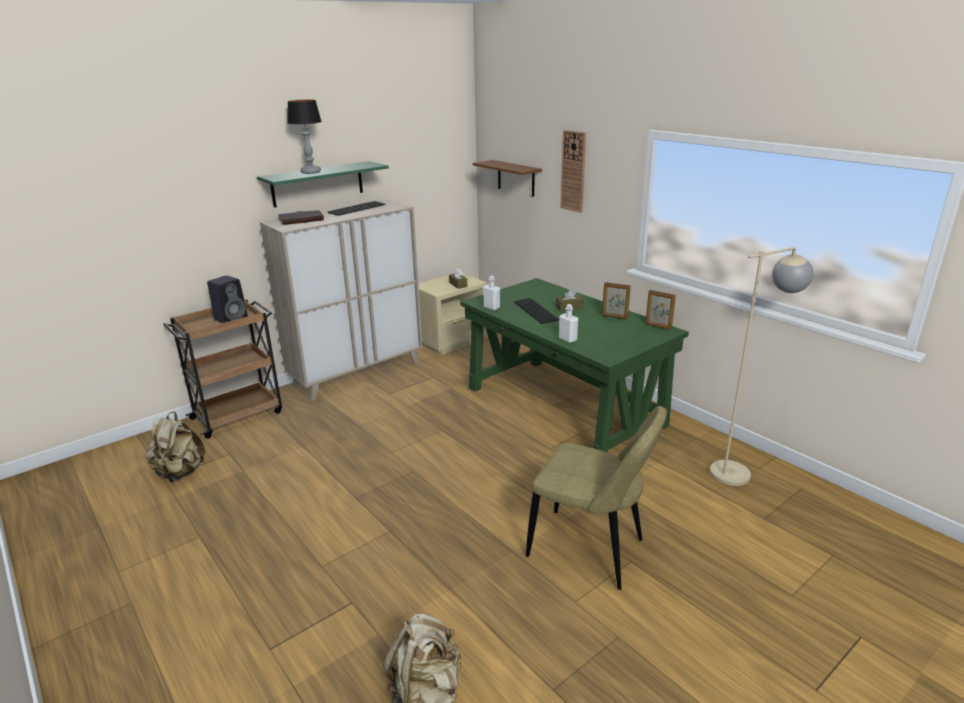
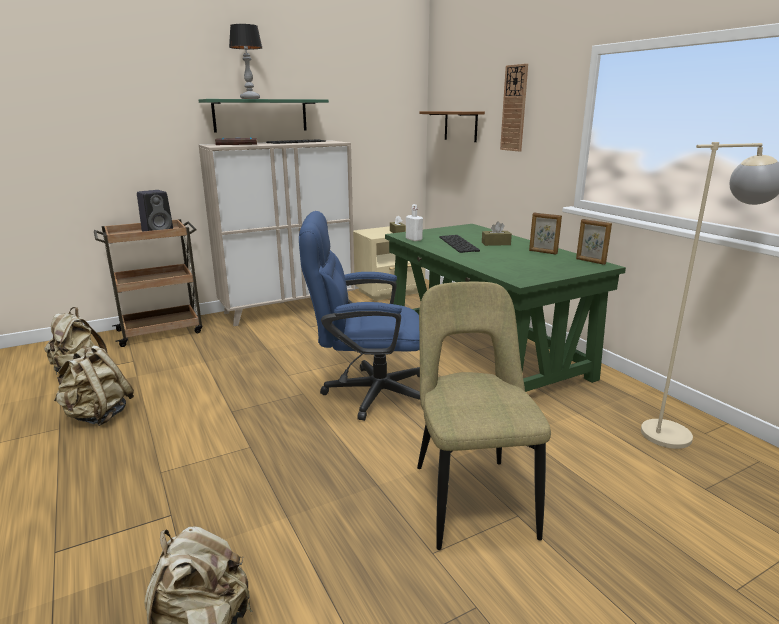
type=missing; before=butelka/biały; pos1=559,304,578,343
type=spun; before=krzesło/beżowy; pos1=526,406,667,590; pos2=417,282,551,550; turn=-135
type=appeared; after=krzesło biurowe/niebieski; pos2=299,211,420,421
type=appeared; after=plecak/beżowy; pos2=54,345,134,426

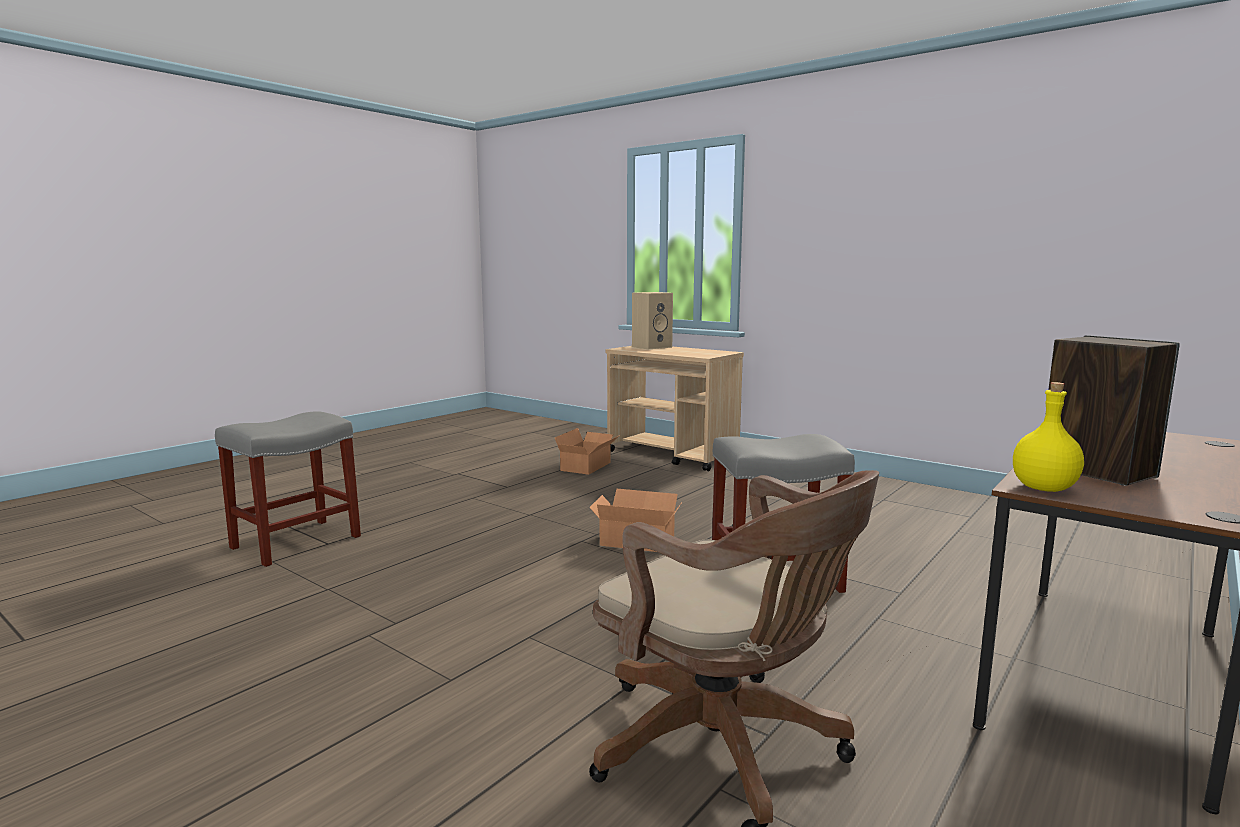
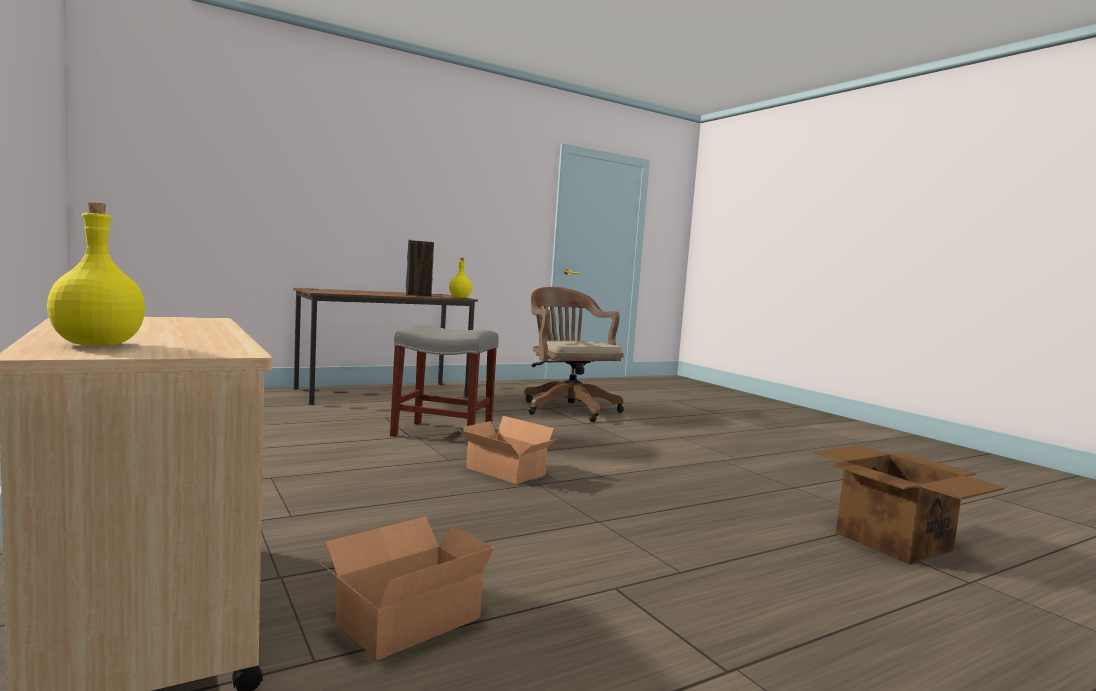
type=exchanged; before=głośnik/beżowy; after=butelka/żółty; pos1=632,292,673,349; pos2=47,202,145,346
type=exchanged; before=stołek/szary; after=karton; pos1=215,411,361,567; pos2=814,446,1005,564

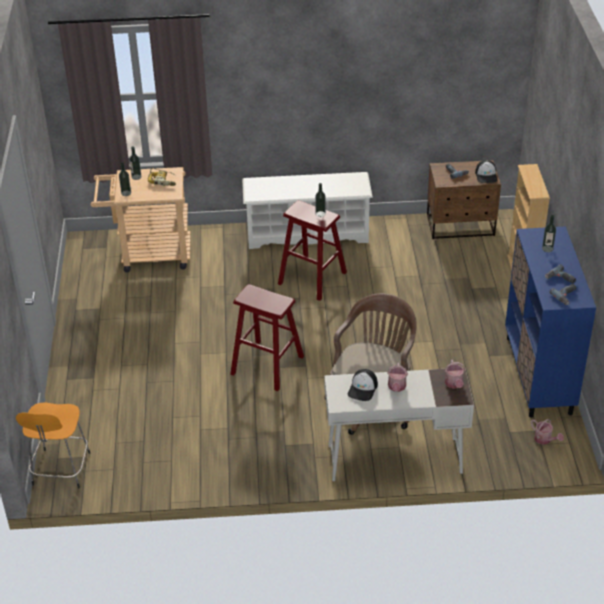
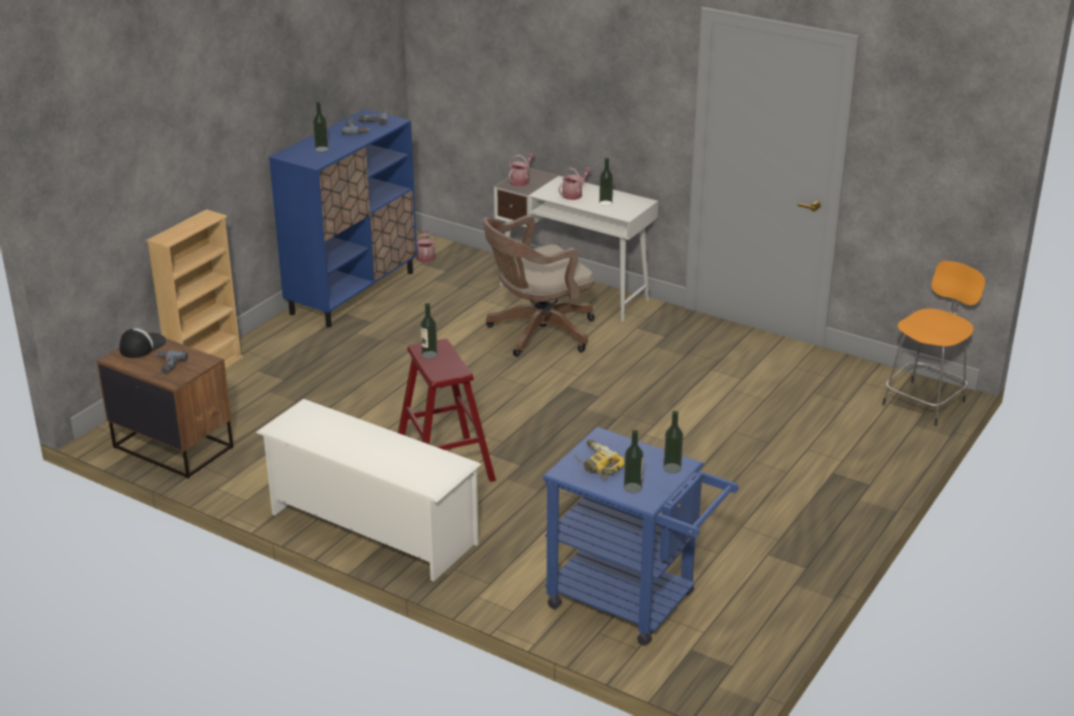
type=colour; before=wózek/beżowy; after=wózek/niebieski; pos1=91,167,190,272; pos2=543,427,739,645
type=missing; before=stołek/czerwony; pos1=230,284,304,391
type=exchanged; before=czapka z daszkiem; after=butelka; pos1=348,369,378,401; pos2=599,158,613,206

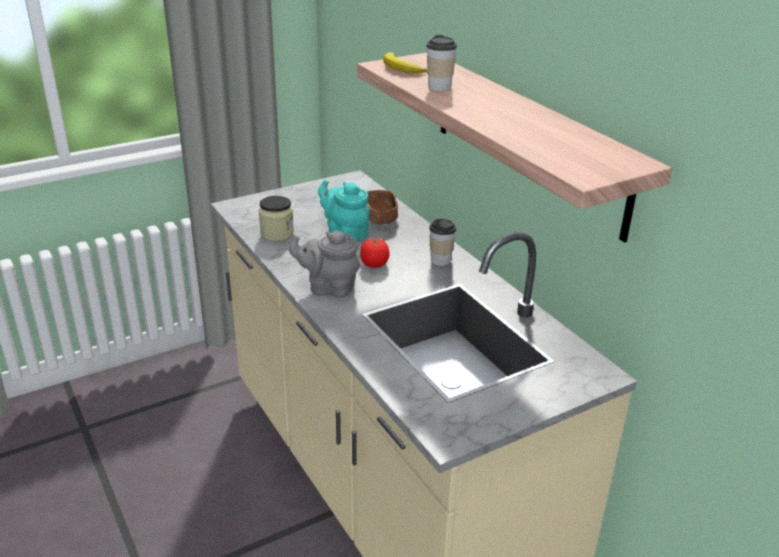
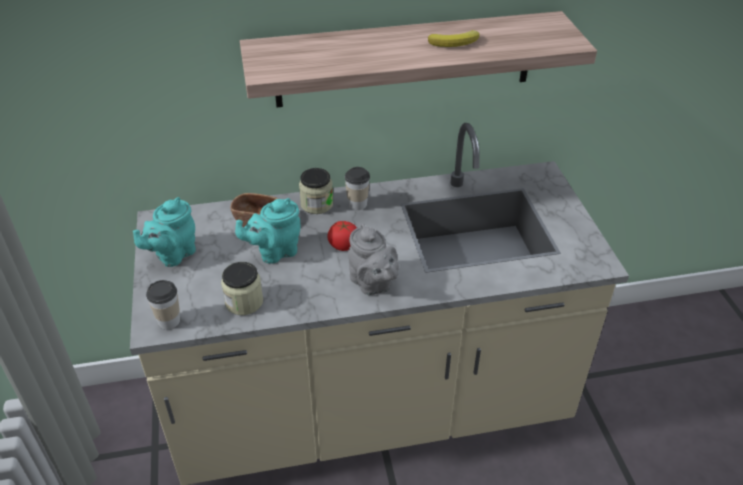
type=relocated; before=filiżanka; pos1=426,35,457,91; pos2=146,280,180,330
type=relocated; before=banan; pos1=383,52,427,74; pos2=428,30,480,47
type=spun; before=imbryk/szary; pos1=289,231,360,298; pos2=348,223,399,295; turn=-60
type=appeared; after=słoik; pos2=299,168,333,214
type=appeared; after=imbryk/turkusowy; pos2=133,197,196,267

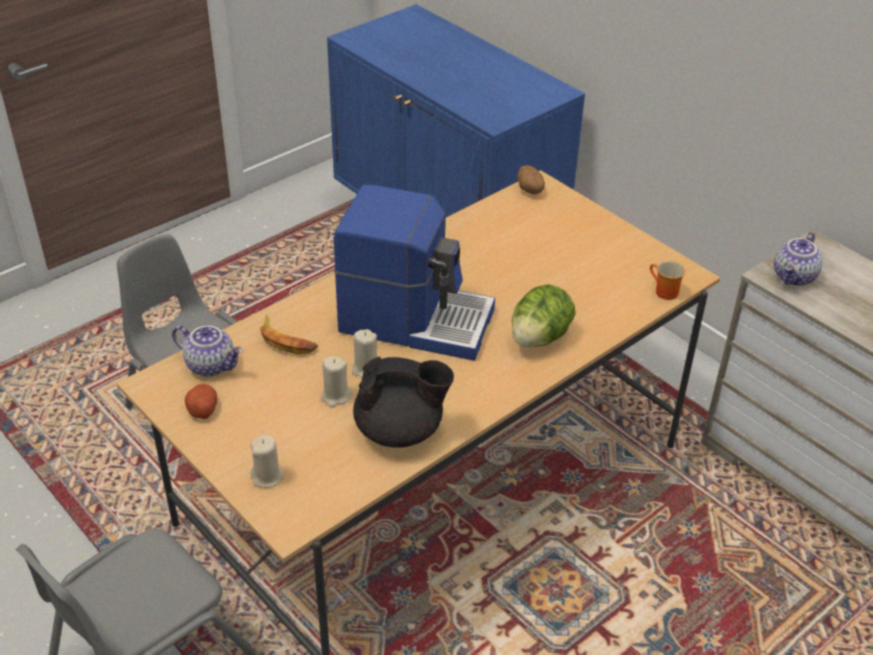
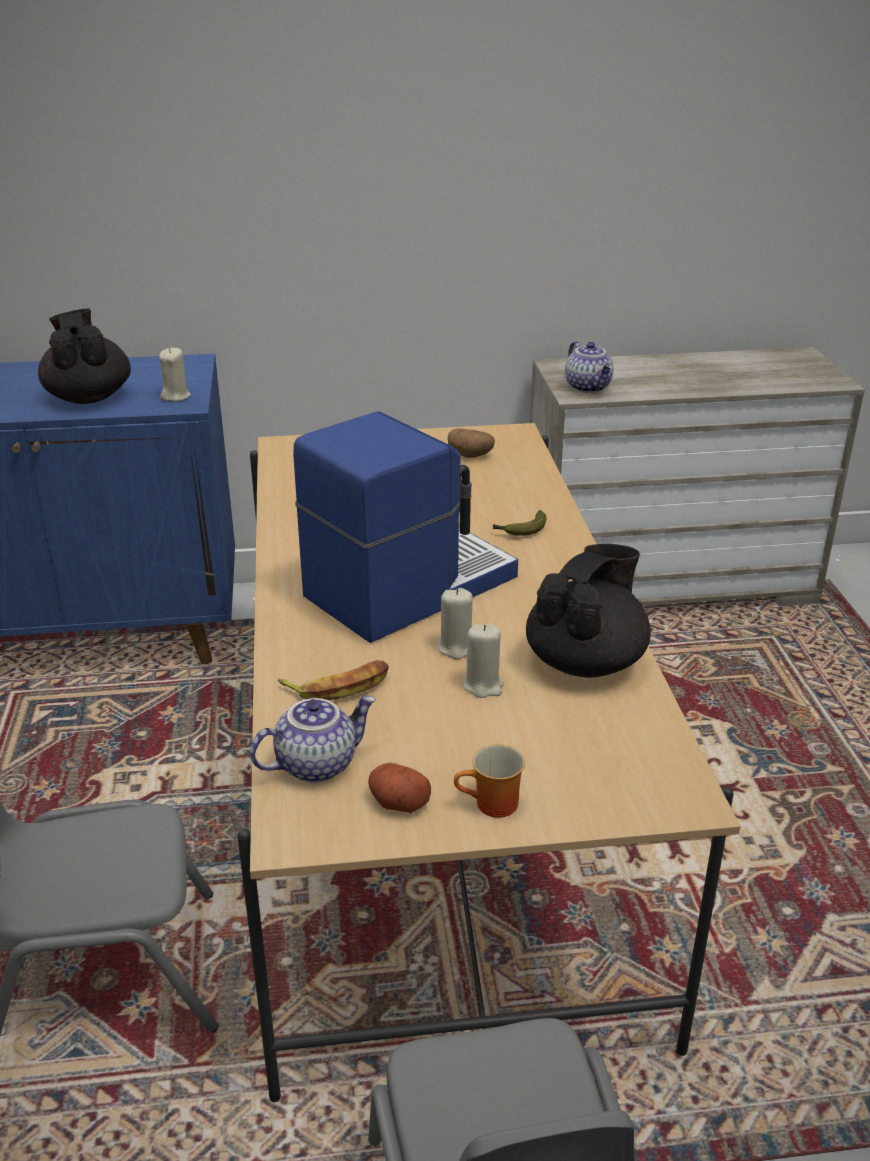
type=relocated; before=ziemniak; pos1=518,165,545,194; pos2=448,428,495,458
type=relocated; before=kubek; pos1=650,261,686,300; pos2=454,744,525,818
type=exchanged; before=sałata; after=banan; pos1=512,284,575,348; pos2=492,510,546,536
type=relocated; before=świeca/beżowy; pos1=251,435,284,488; pos2=159,348,191,402
type=appeared; after=imbryk/czarny; pos2=38,309,131,404

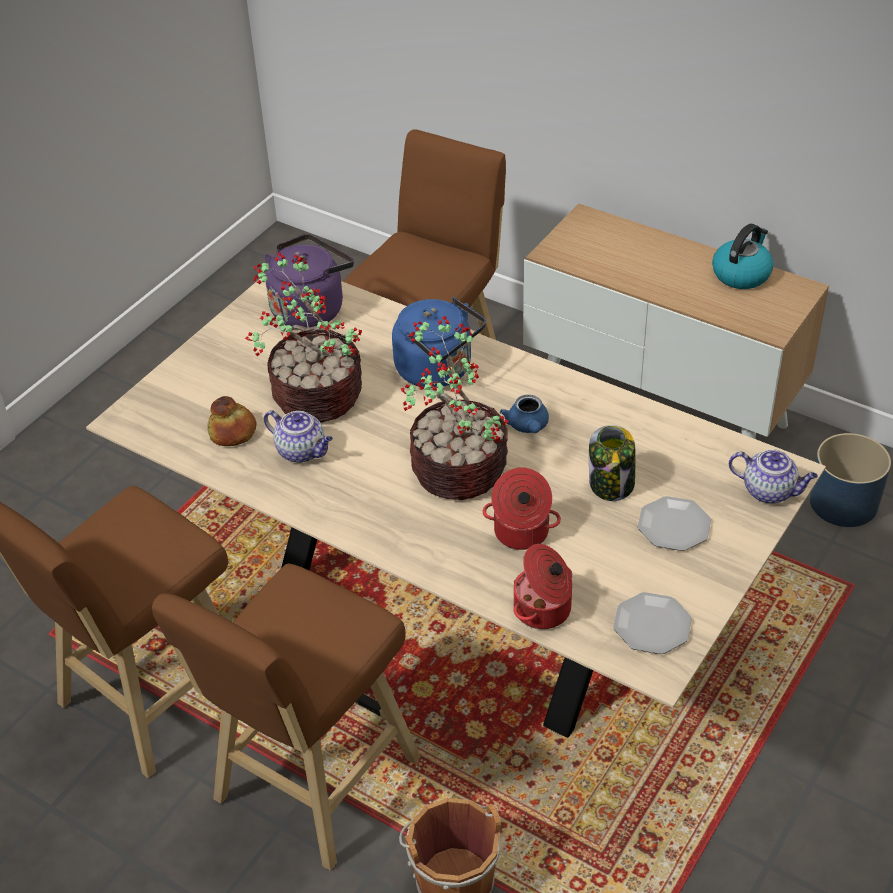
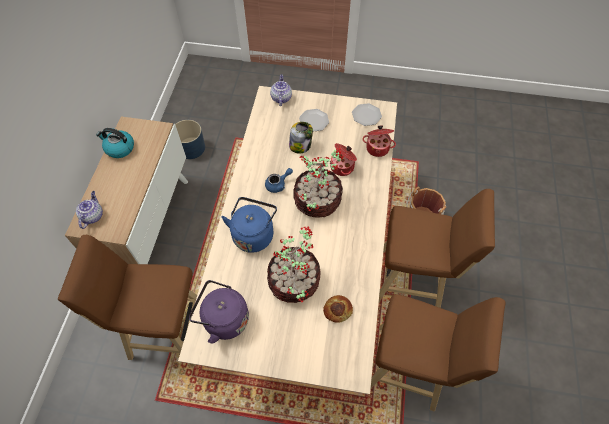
type=relocated; before=imbryk; pos1=264,410,333,463; pos2=76,191,103,229

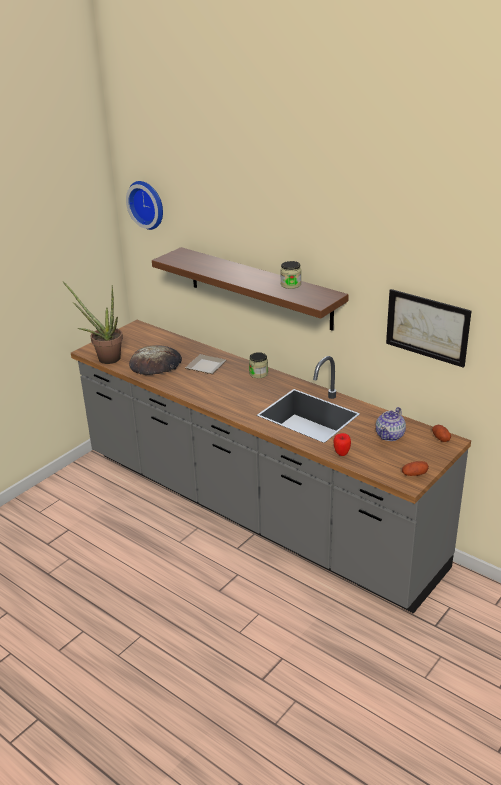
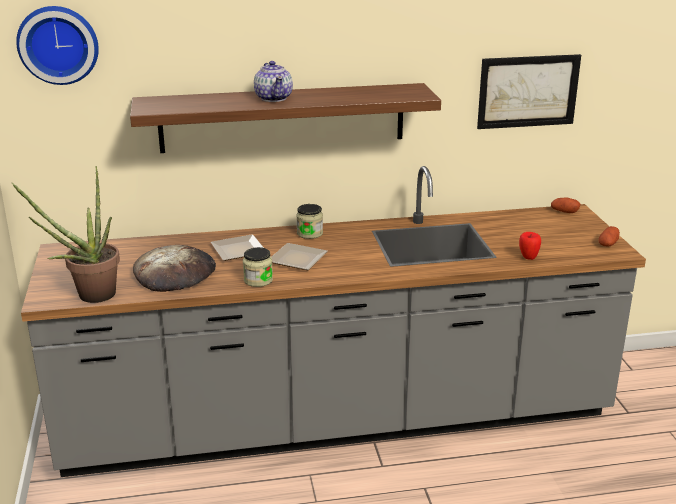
type=relocated; before=słoik; pos1=280,261,301,289; pos2=243,247,273,287
type=relocated; before=imbryk; pos1=376,407,406,441; pos2=254,61,293,102
type=appeared; after=talerz; pos2=271,243,328,270

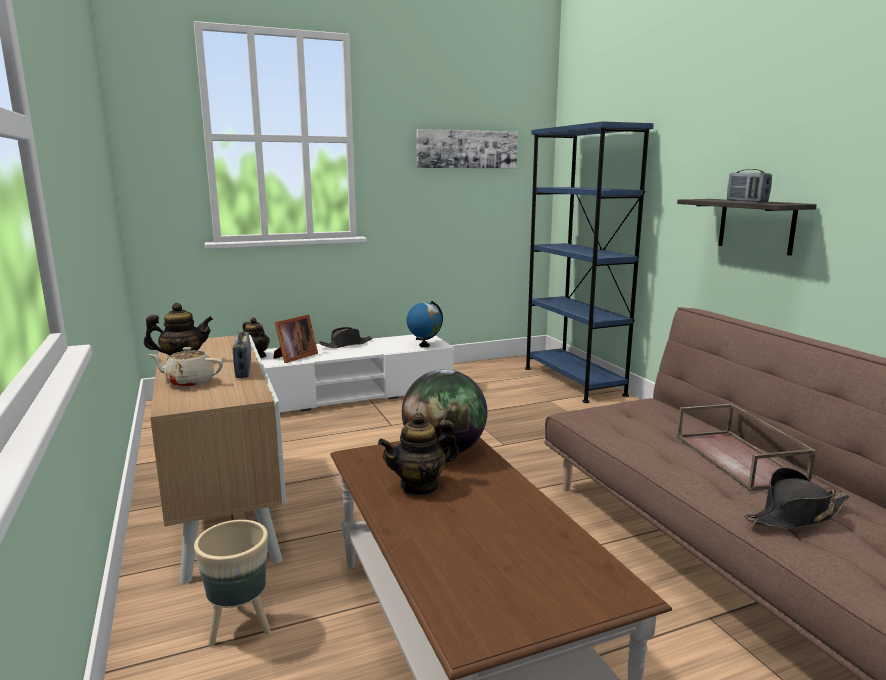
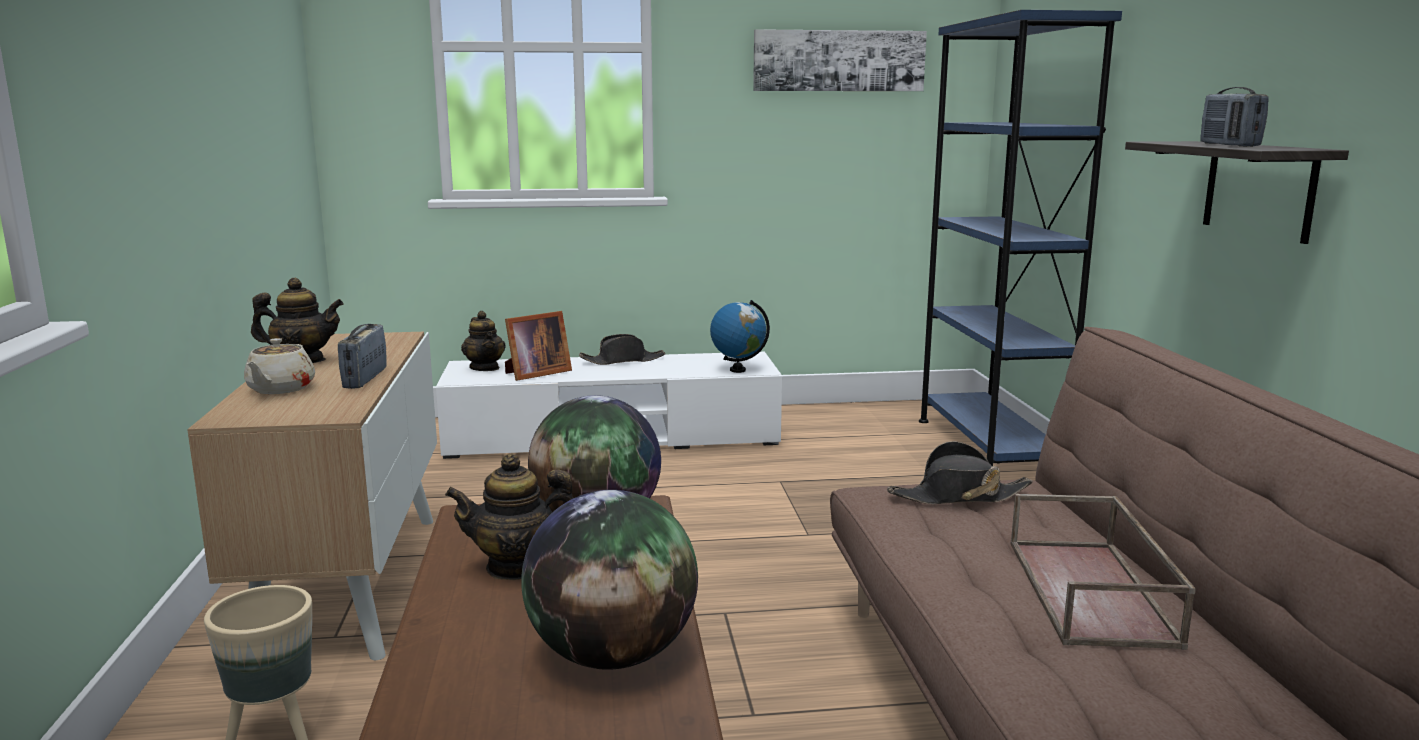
type=spun; before=imbryk/beżowy; pos1=149,347,223,387; pos2=244,338,315,394; turn=-105
type=relocated; before=kapelusz/czarny; pos1=744,467,850,529; pos2=887,441,1033,504
type=appeared; after=globus; pos2=521,490,698,670

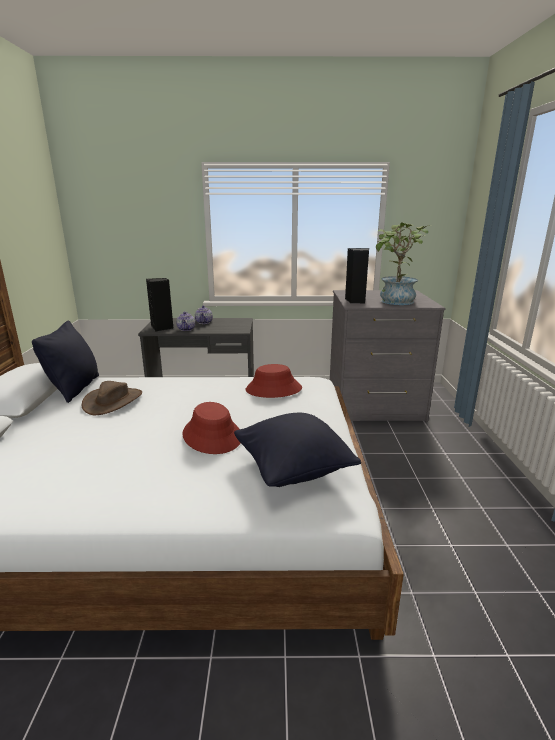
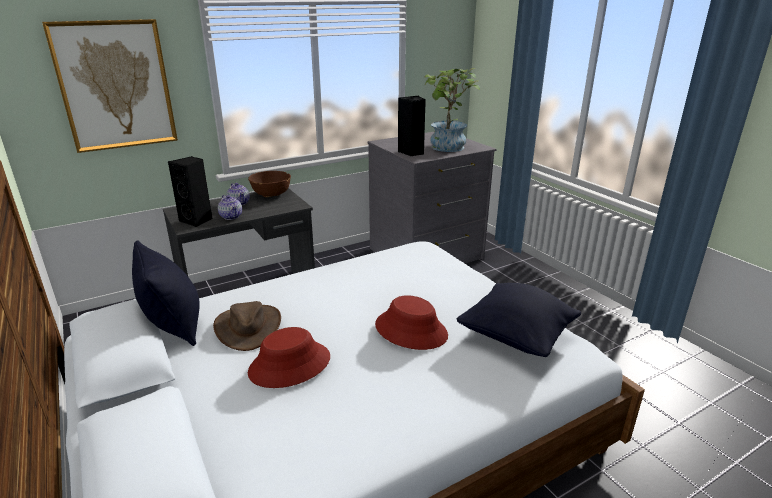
type=relocated; before=kapelusz/czerwony; pos1=246,364,302,398; pos2=248,327,330,388
type=appeared; after=obraz; pos2=42,19,178,153
type=appeared; after=miska/brązowy; pos2=248,171,291,197

